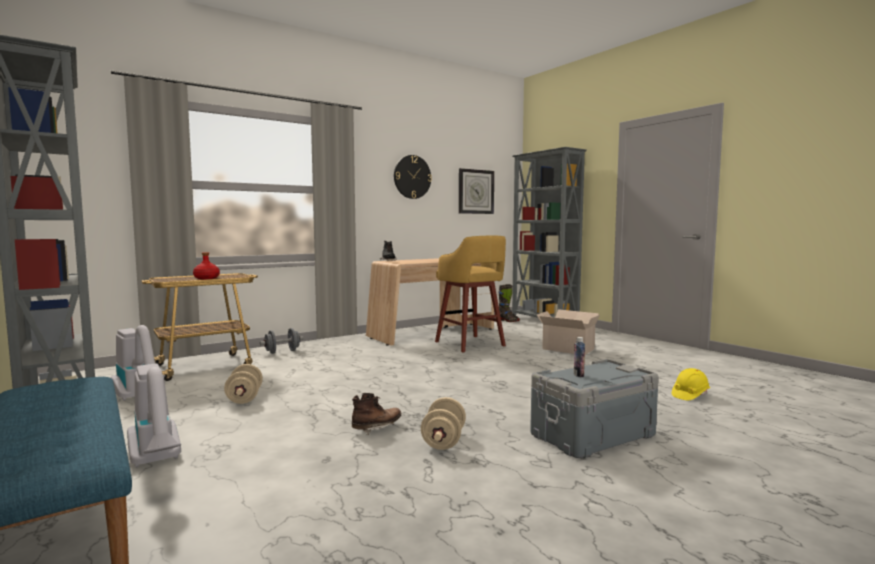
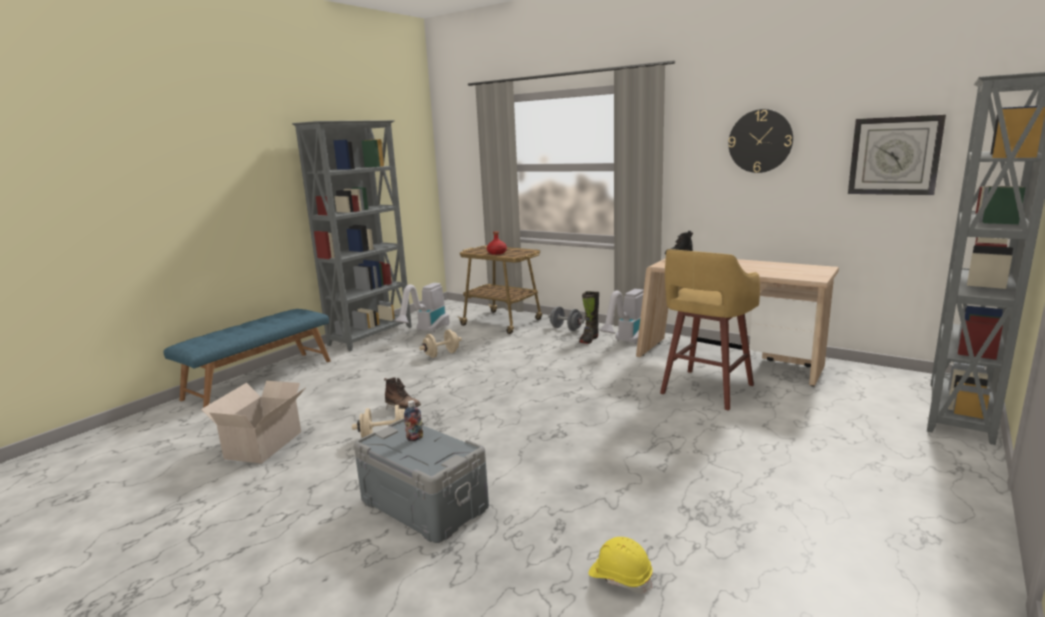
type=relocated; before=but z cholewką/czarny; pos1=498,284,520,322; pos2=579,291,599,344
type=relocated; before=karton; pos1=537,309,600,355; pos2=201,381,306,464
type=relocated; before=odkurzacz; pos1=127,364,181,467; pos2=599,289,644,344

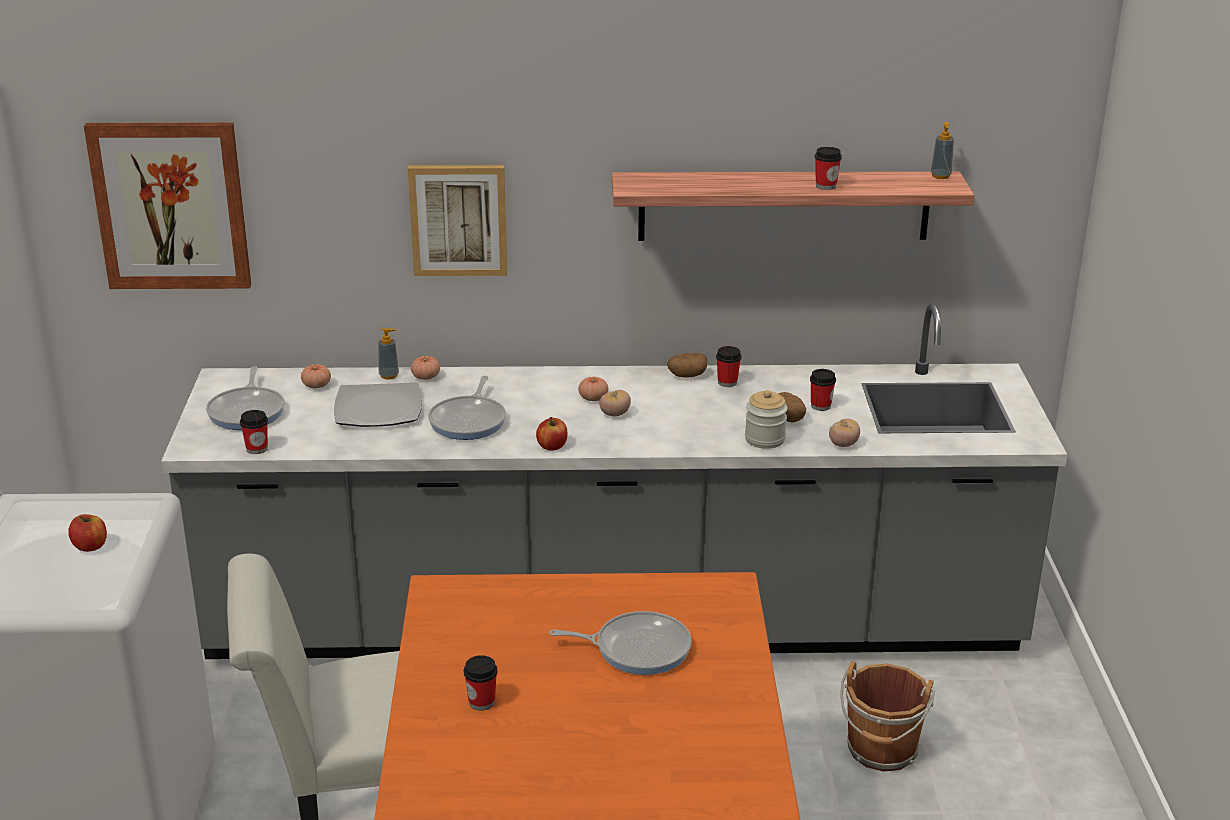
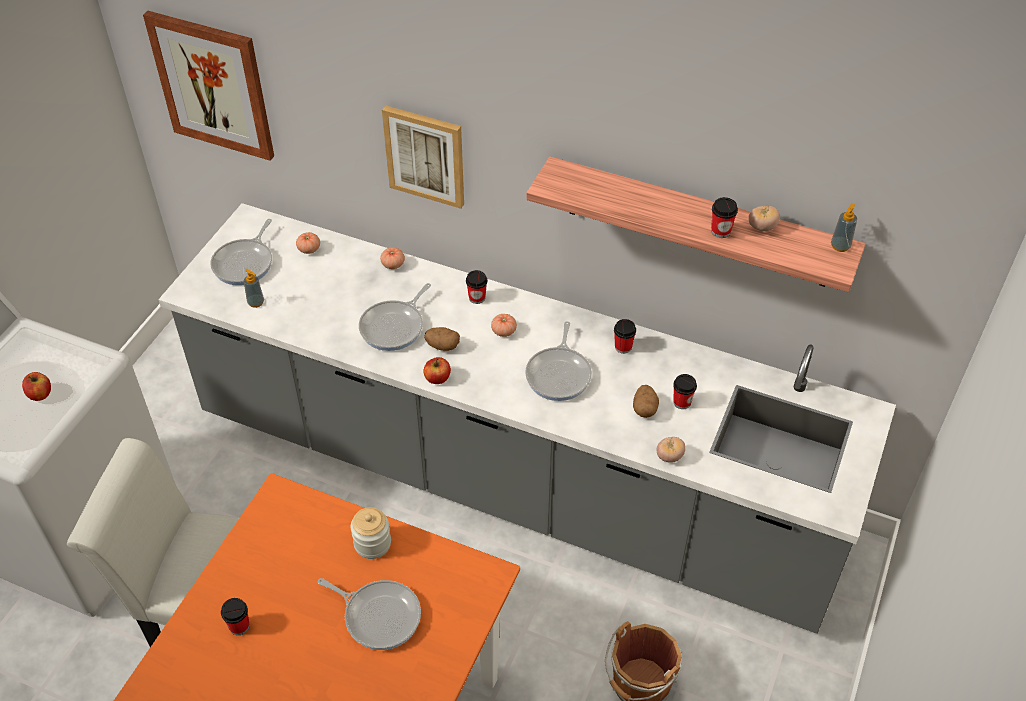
type=relocated; before=dozownik mydła; pos1=378,328,399,379; pos2=244,269,264,308
type=relocated; before=ziemniak; pos1=667,353,707,377; pos2=424,327,460,351
type=missing; before=talerz; pos1=334,382,422,427
type=relocated; before=pomidor; pos1=599,390,631,417; pos2=748,206,780,231
type=relocated; before=słoik; pos1=745,390,788,449; pos2=351,507,391,559
type=relocated; before=filiżanka; pos1=240,410,268,454; pos2=466,270,487,304
type=appeared; after=patelnia; pos2=525,321,592,401

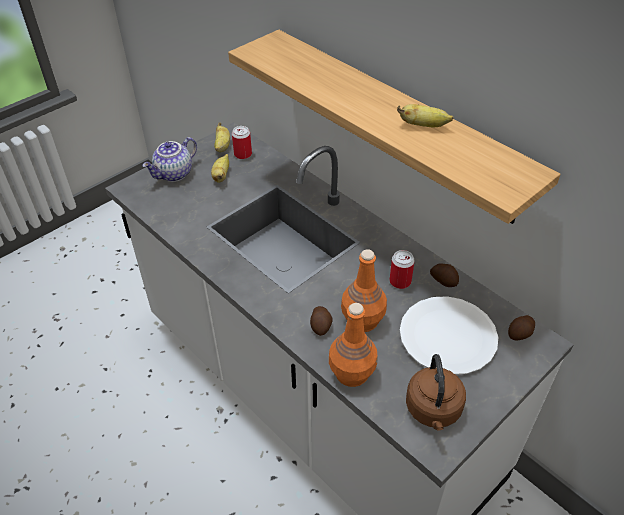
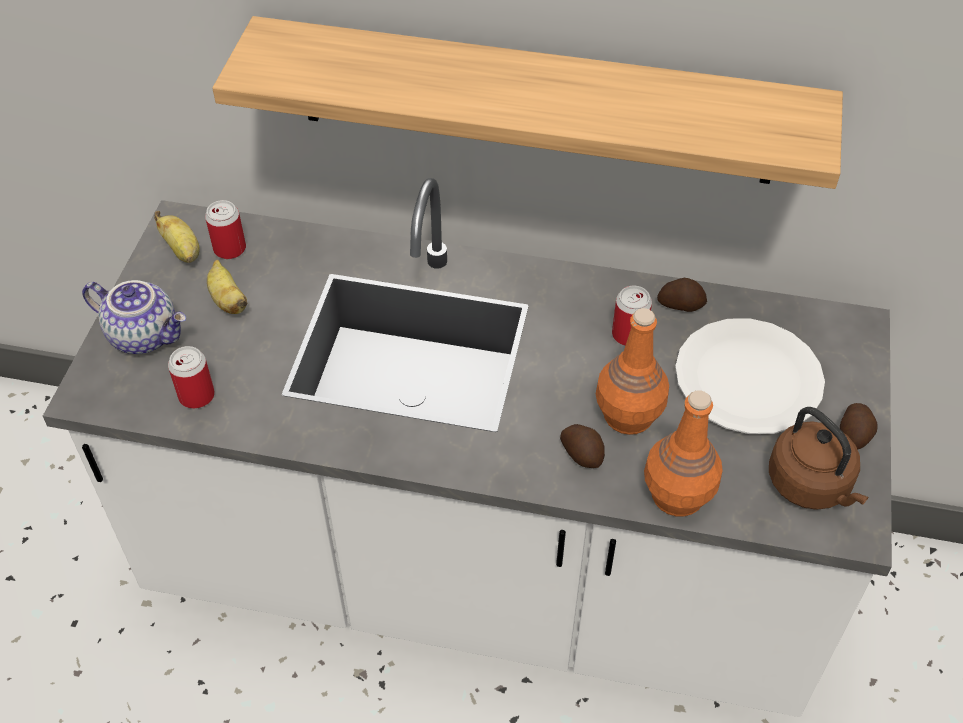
type=missing; before=banan; pos1=397,104,453,127
type=spun; before=imbryk; pos1=142,137,197,182; pos2=82,280,186,354; turn=-75
type=relocated; before=ziemniak; pos1=508,315,535,341; pos2=840,403,878,450
type=appeared; after=puszka; pos2=168,346,215,409

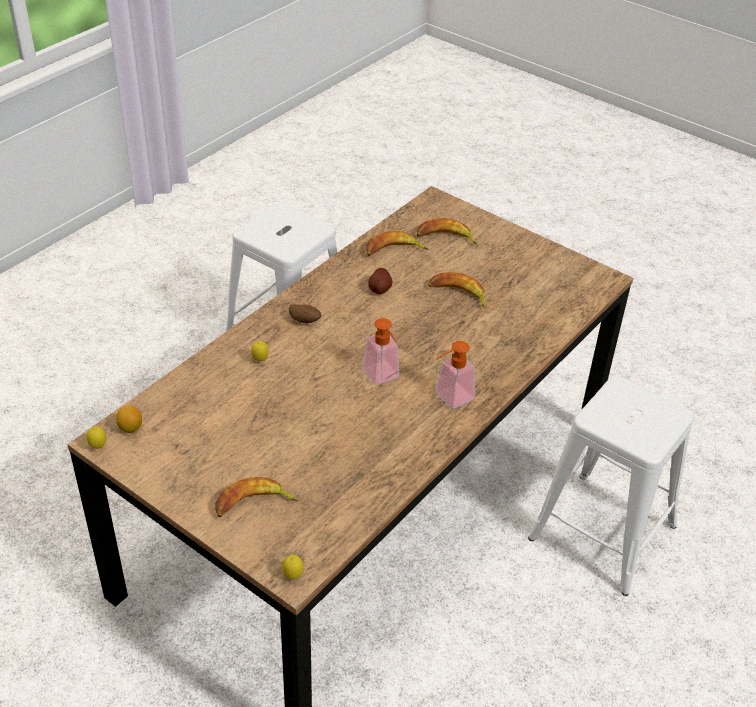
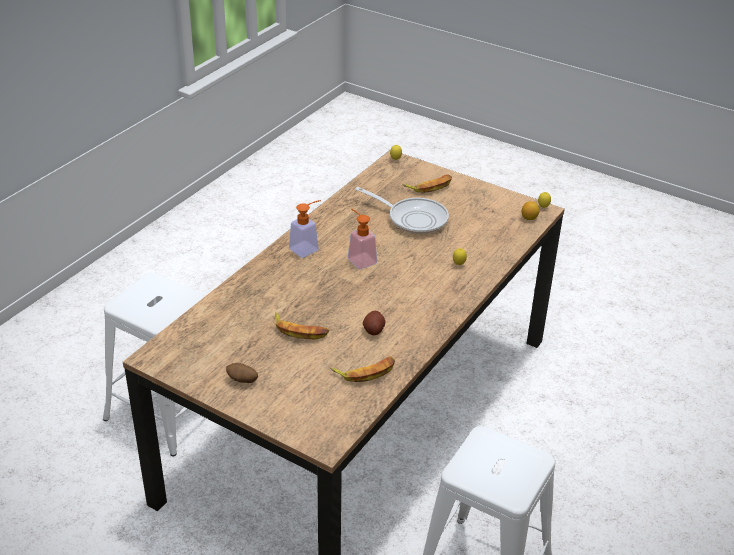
type=missing; before=banan; pos1=417,218,478,244
type=relocated; before=ziemniak; pos1=289,304,321,323; pos2=226,363,258,383
type=appeared; after=patelnia; pos2=355,187,449,234

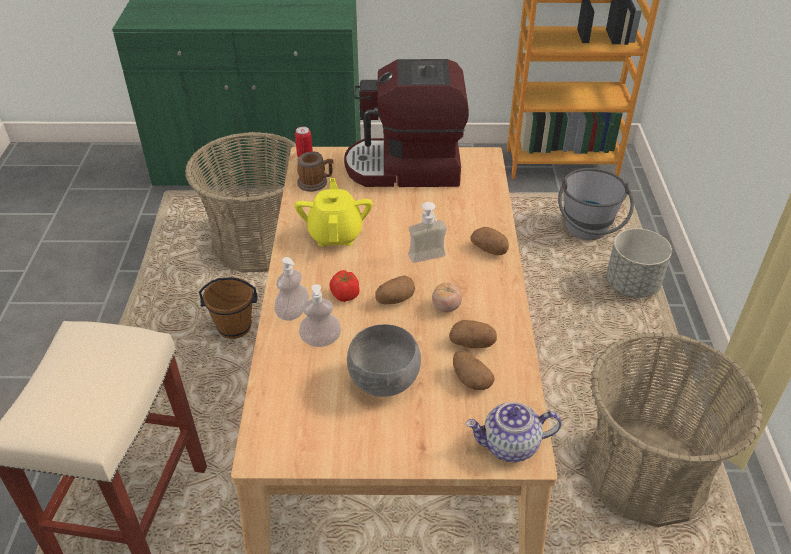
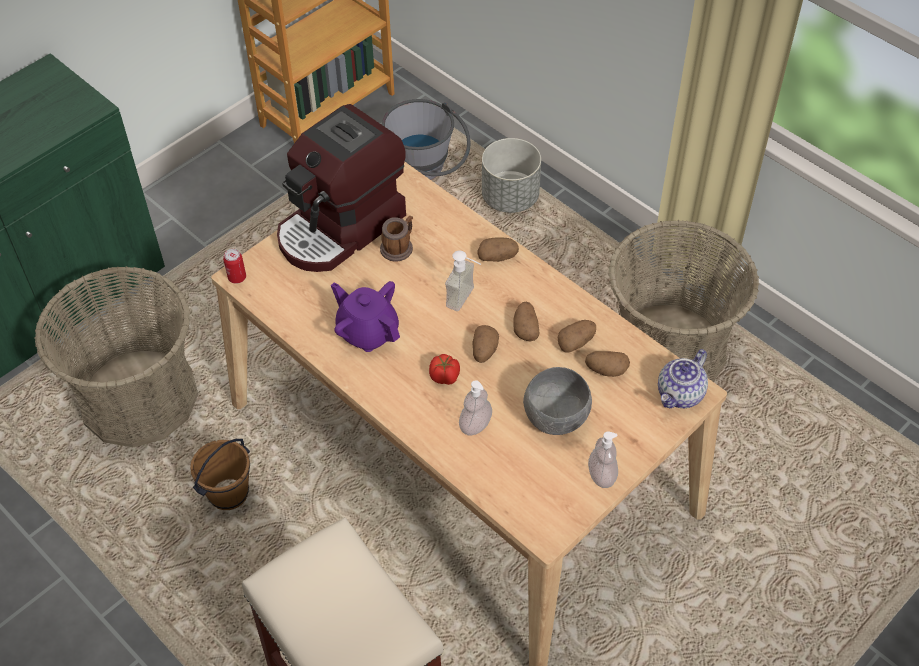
type=relocated; before=kubek; pos1=297,152,333,192; pos2=380,216,413,262
type=colour; before=imbryk/żółty; after=imbryk/fioletowy; pos1=294,178,373,247; pos2=331,281,400,352
type=relocated; before=dozownik mydła; pos1=274,257,309,321; pos2=588,432,618,488
type=exchanged; before=pomidor; after=ziemniak; pos1=432,282,462,312; pos2=513,301,539,341

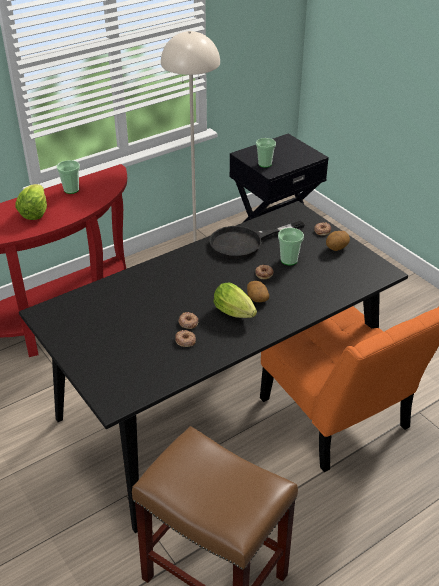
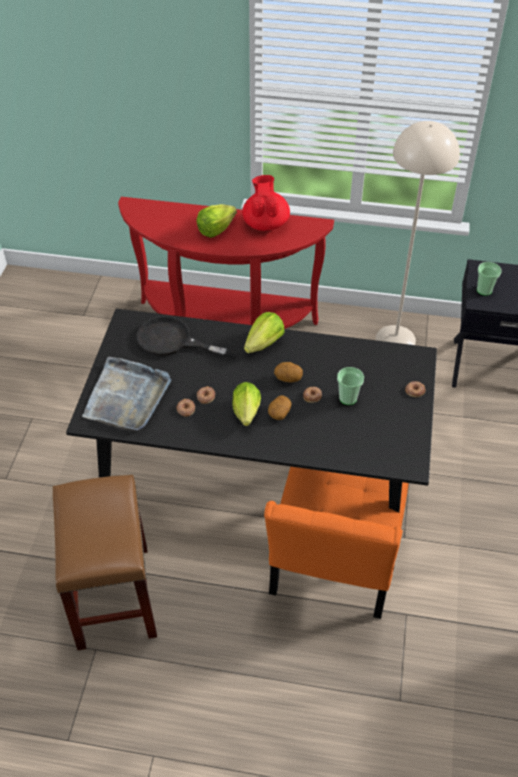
type=exchanged; before=filiżanka; after=imbryk/czerwony; pos1=57,160,80,194; pos2=242,175,290,231
type=relocated; before=patelnia/czarny; pos1=209,221,305,259; pos2=137,316,238,359
type=relocated; before=ziemniak; pos1=326,231,350,251; pos2=274,362,303,382
type=appeared; after=sałata; pos2=244,312,285,353
type=appeared; after=taca/szary; pos2=82,357,172,431

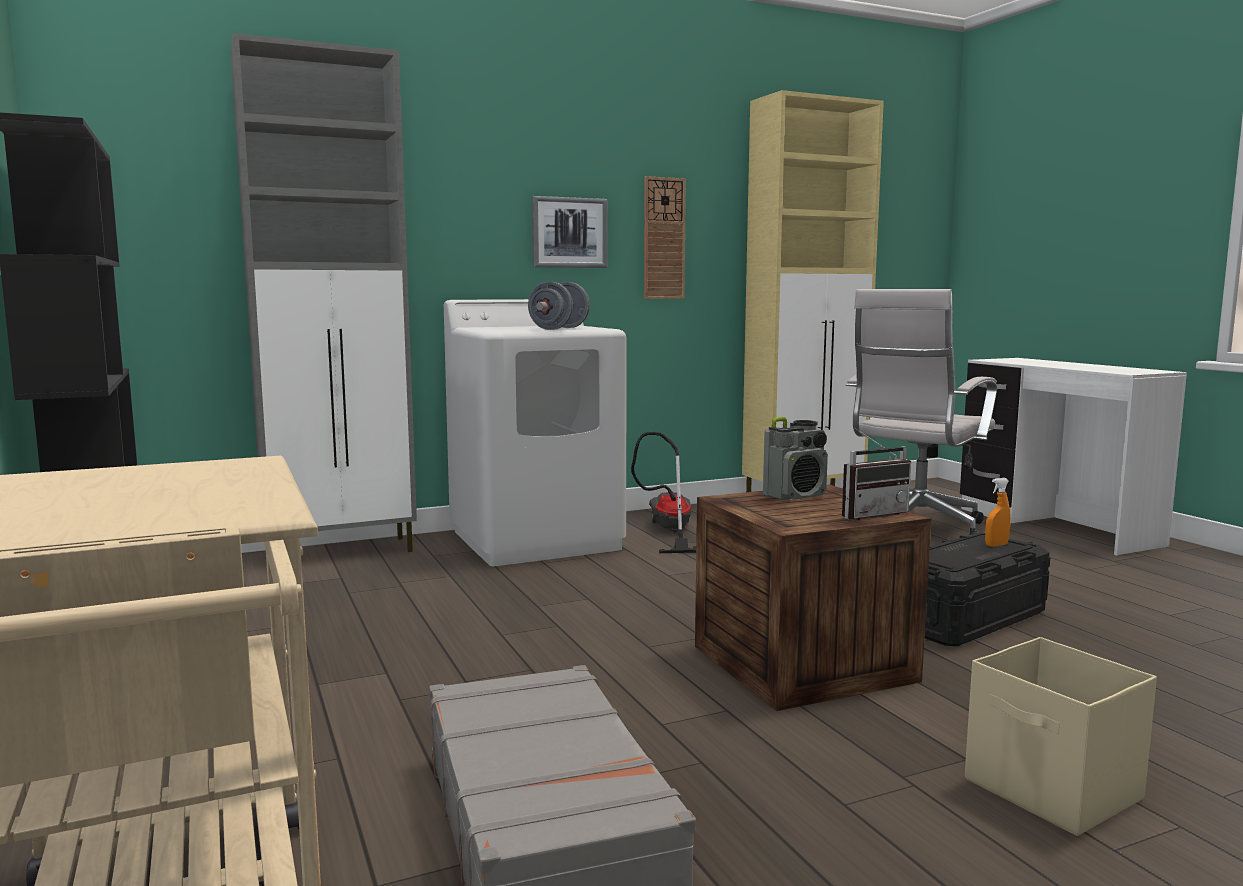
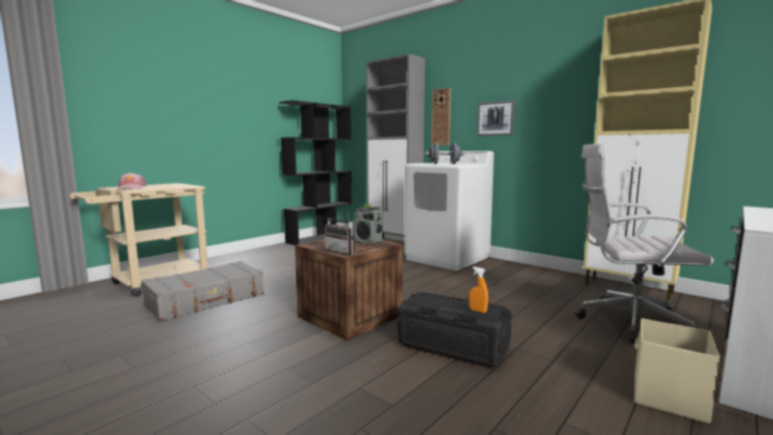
type=relocated; before=zegar ścienny; pos1=644,176,686,299; pos2=432,88,451,145
type=missing; before=odkurzacz; pos1=631,432,696,553
type=relocated; before=pojemnik do przechowywania/beżowy; pos1=965,637,1157,836; pos2=635,318,721,424
type=appeared; after=czapka z daszkiem/różowy; pos2=117,173,146,190

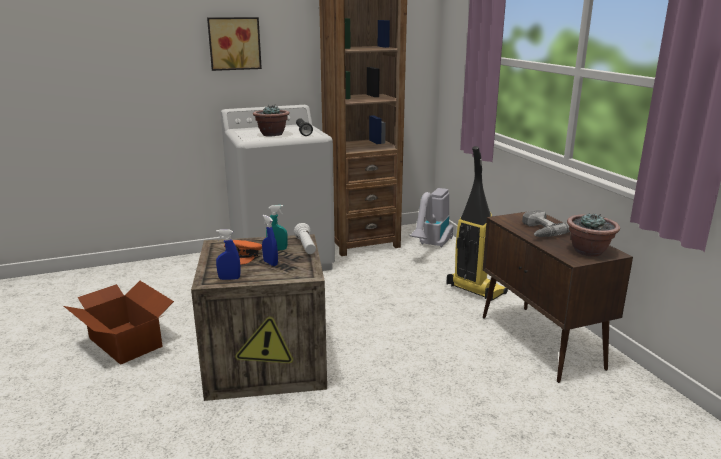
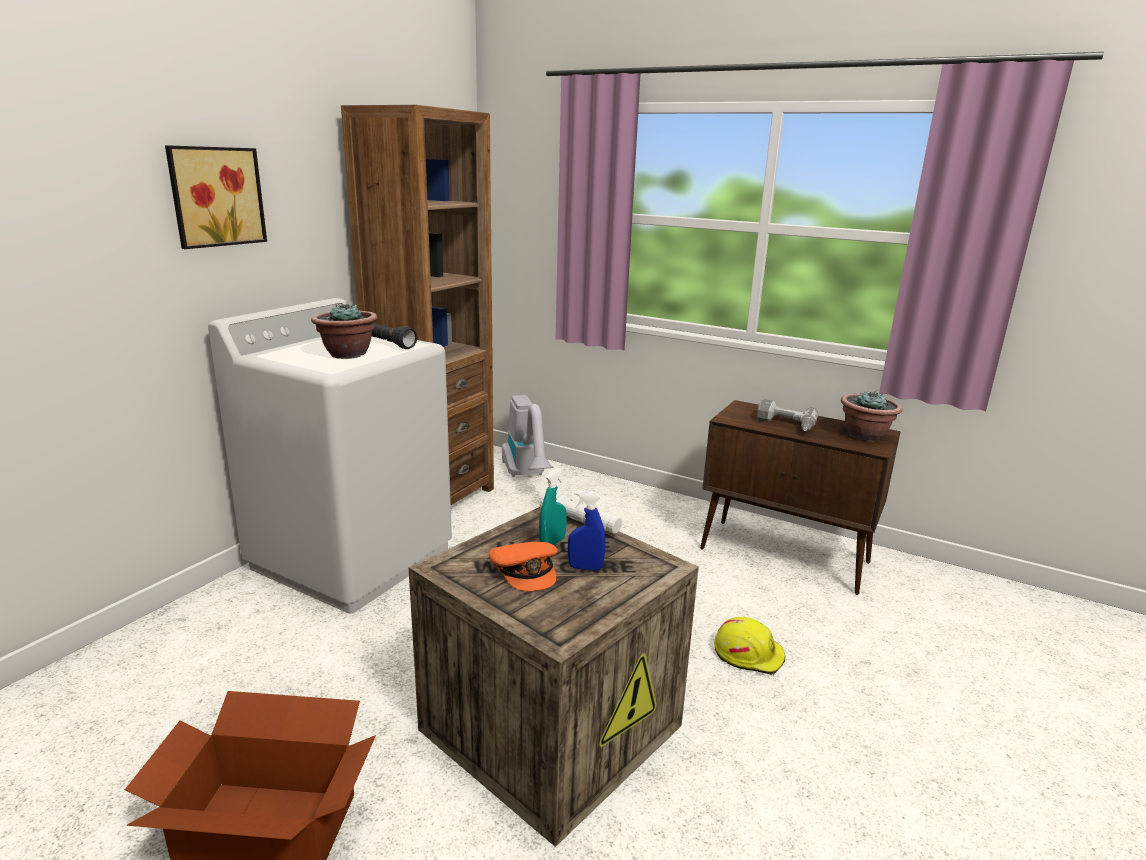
type=missing; before=odkurzacz; pos1=446,146,508,301
type=missing; before=spryskiwacz/niebieski; pos1=216,229,241,280
type=appeared; after=kask/żółty; pos2=714,617,785,675

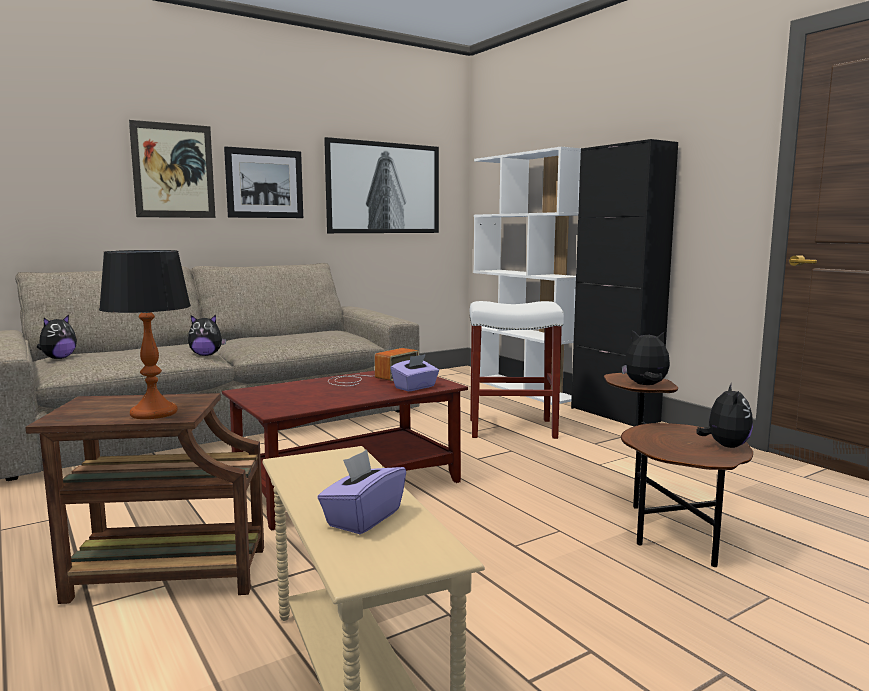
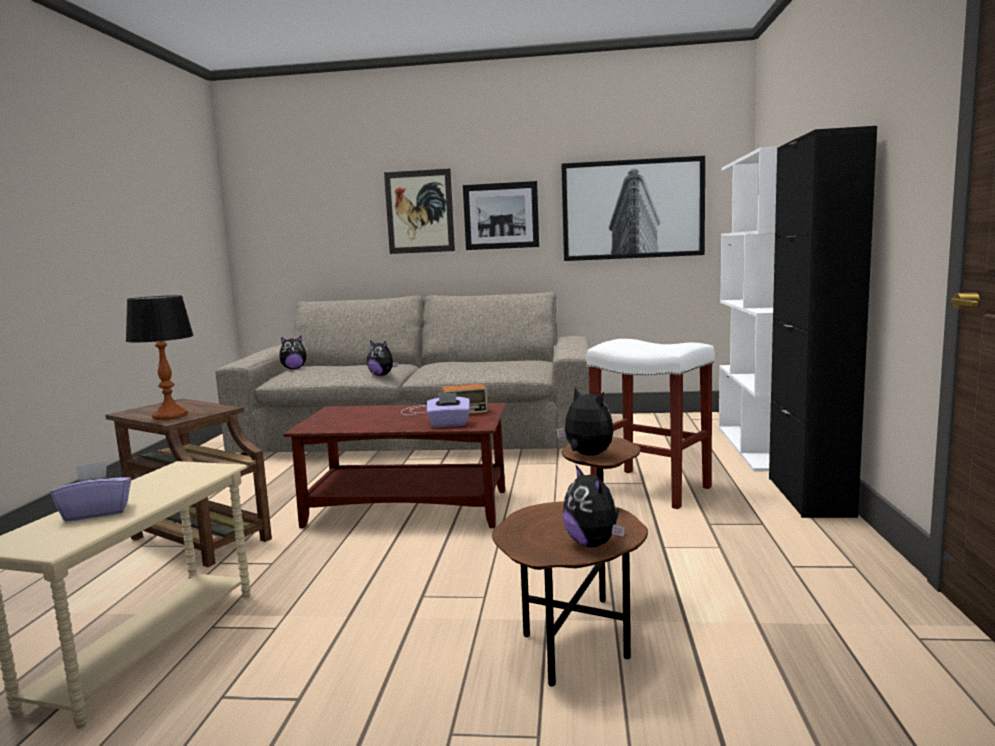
type=spun; before=pluszak; pos1=696,383,753,448; pos2=563,465,625,547; turn=105

